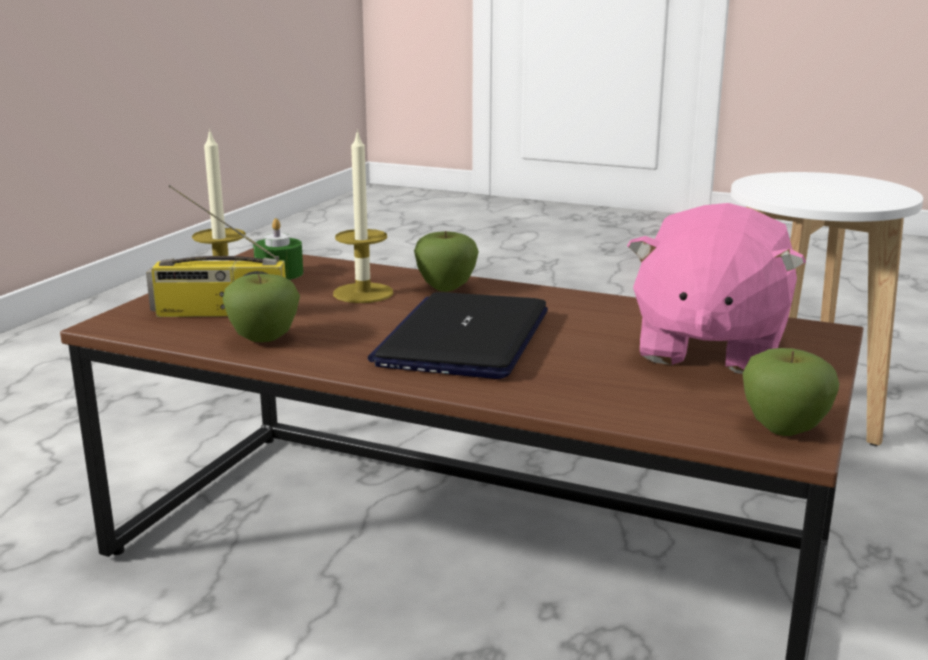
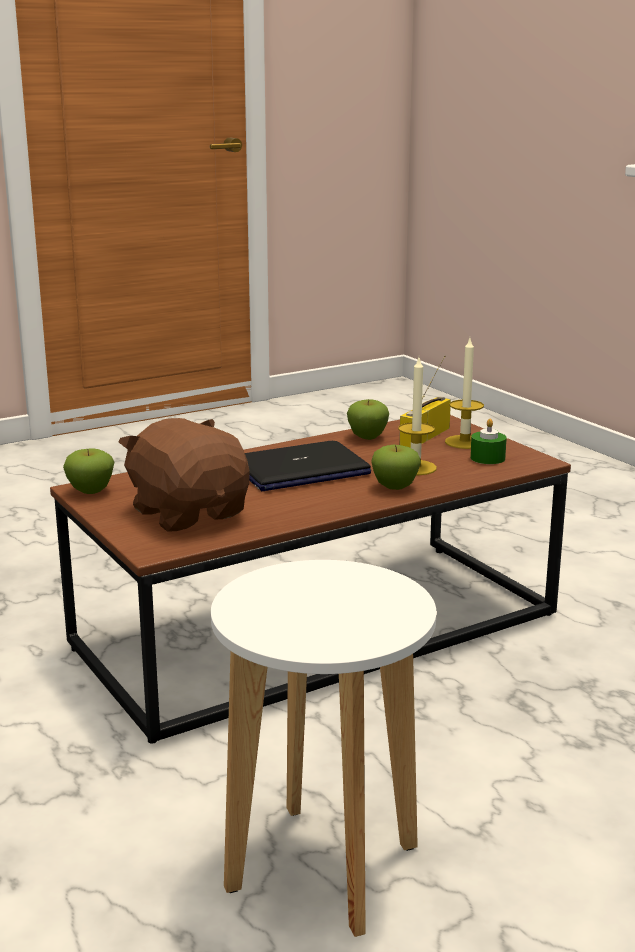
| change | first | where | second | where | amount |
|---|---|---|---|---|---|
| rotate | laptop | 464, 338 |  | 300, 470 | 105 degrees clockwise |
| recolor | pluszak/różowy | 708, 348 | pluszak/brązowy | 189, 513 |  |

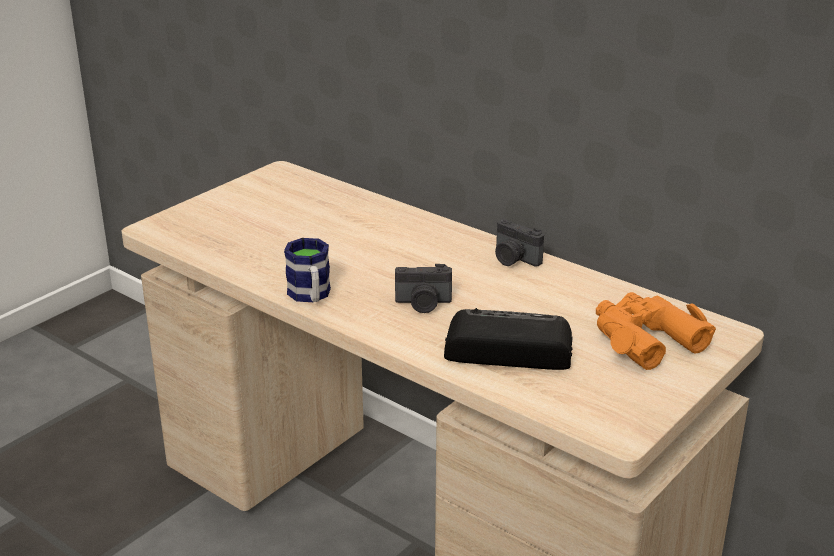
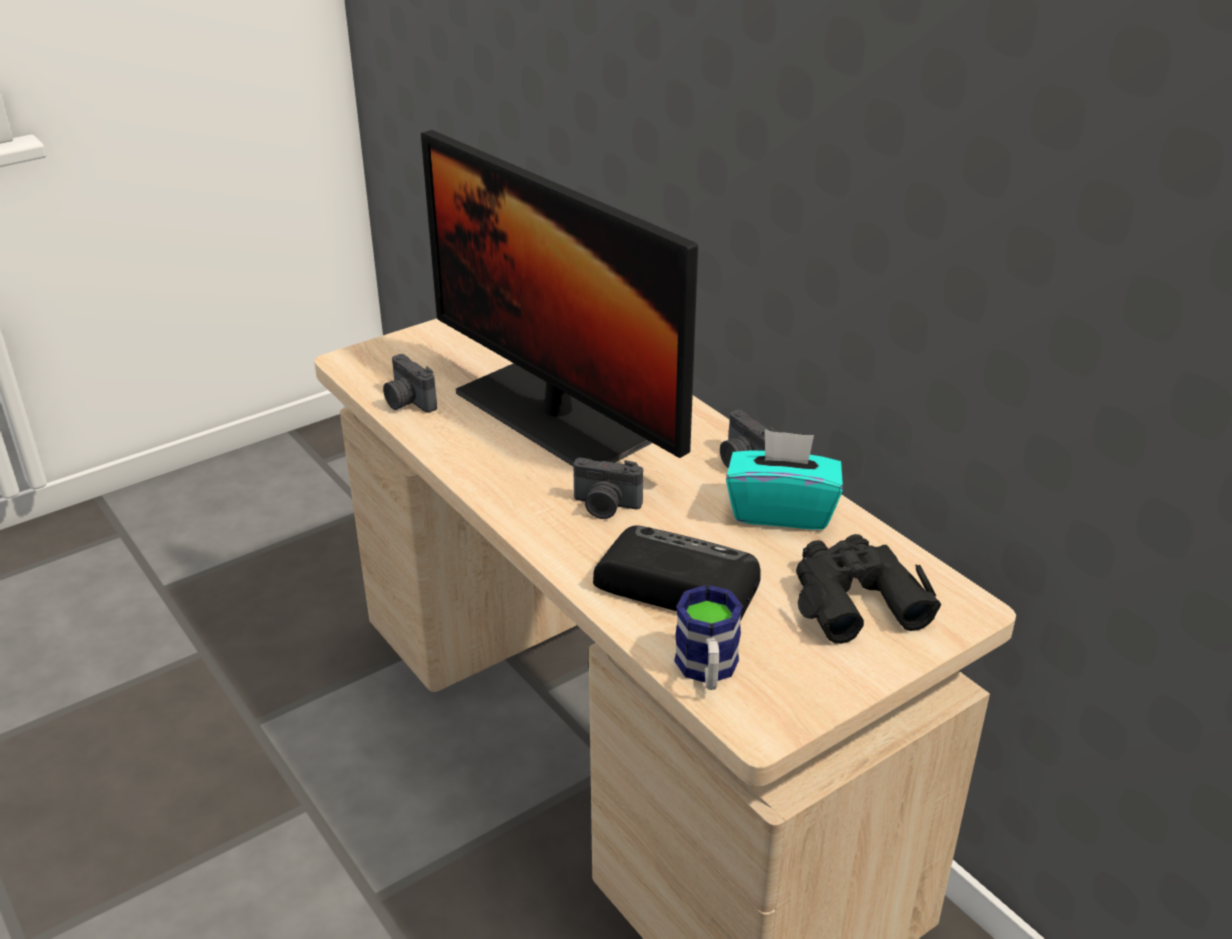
| change | first | where | second | where | amount |
|---|---|---|---|---|---|
| move | kubek | 310, 296 |  | 707, 671 |  |
| recolor | lornetka/pomarańczowy | 645, 338 | lornetka/czarny | 855, 598 |  |
| insert |  |  | aparat fotograficzny | 408, 402 |  |
| insert |  |  | monitor | 554, 415 |  |
| insert |  |  | pudełko chusteczek/turkusowy | 781, 511 |  |

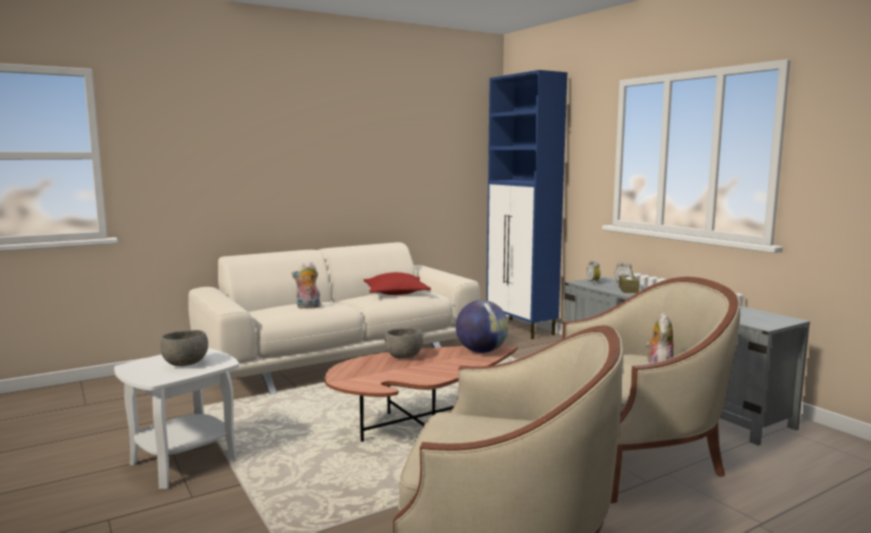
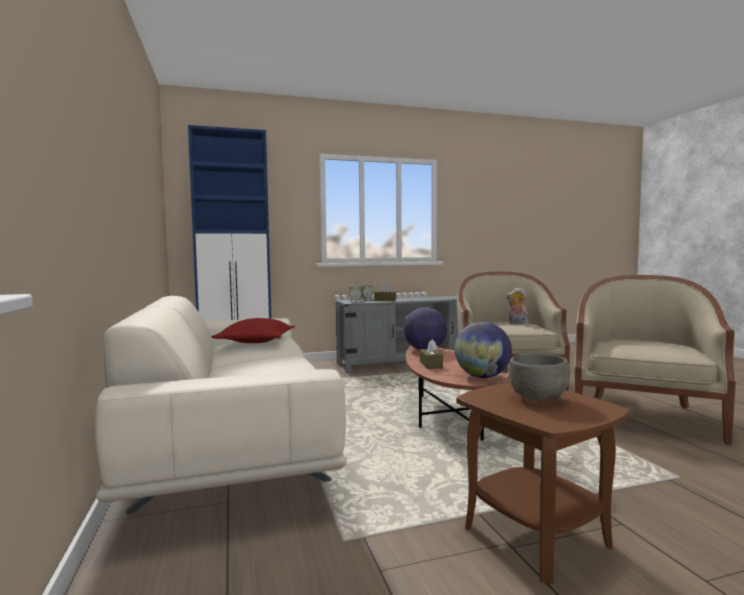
| change | first | where | second | where | amount |
|---|---|---|---|---|---|
| recolor | stolik/biały | 184, 461 | stolik/brązowy | 534, 535 |  |
| delete | pluszak | 308, 307 |  |  |  |
| replace | miska/szary | 404, 357 | pudełko chusteczek/brązowy | 431, 365 |  |
| insert |  |  | globus | 482, 377 |  |

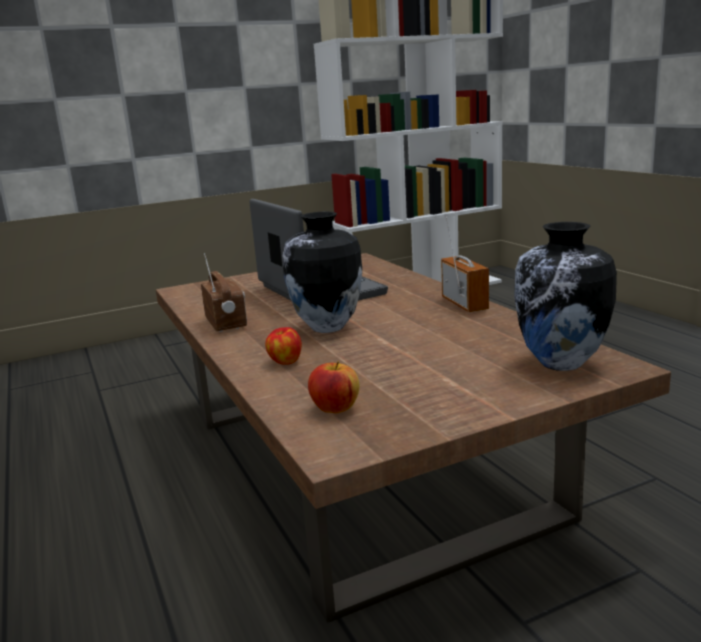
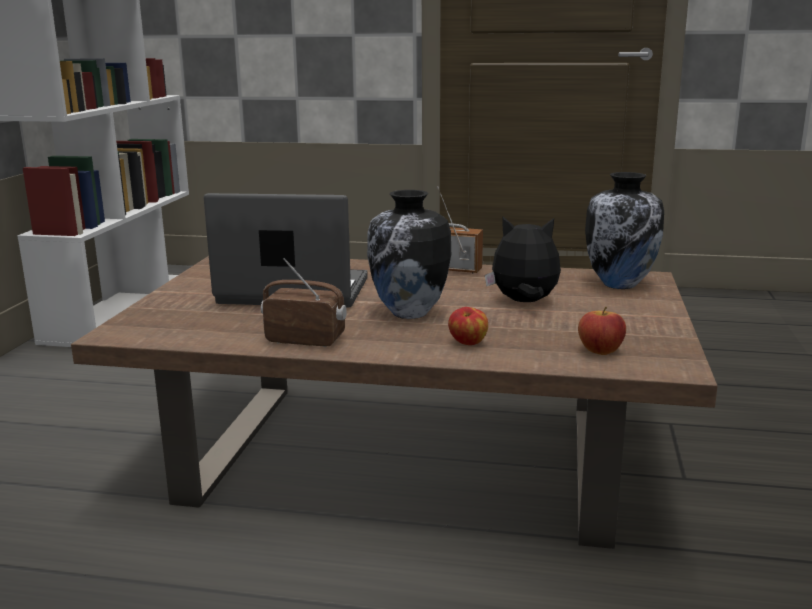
| change | first | where | second | where | amount |
|---|---|---|---|---|---|
| insert |  |  | pluszak | 524, 302 |  |

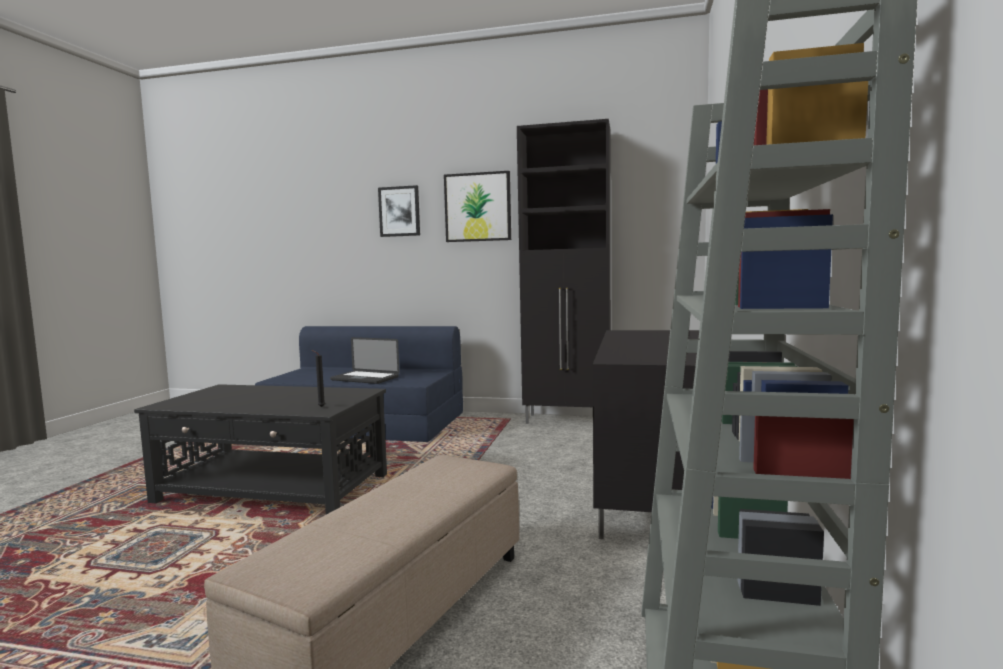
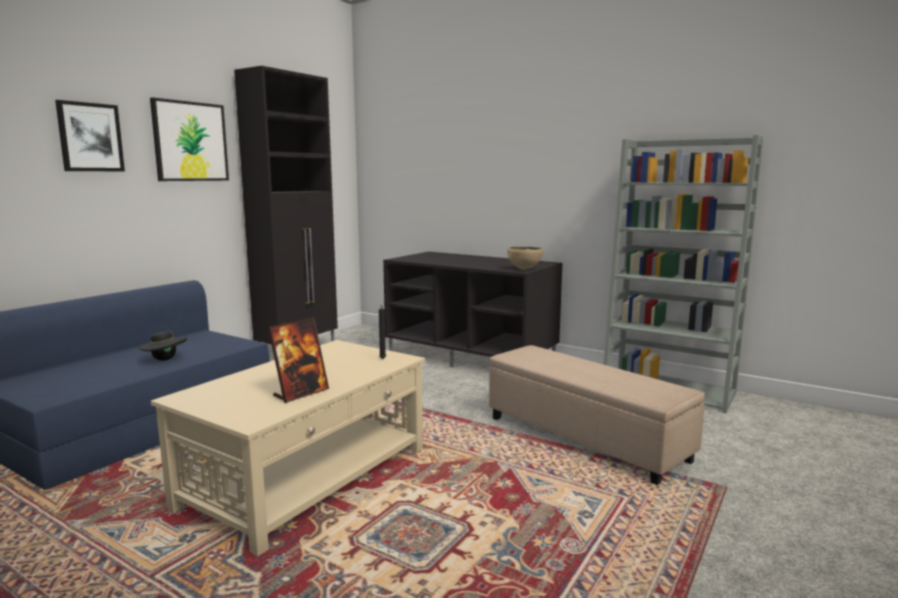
| change | first | where | second | where | amount |
|---|---|---|---|---|---|
| recolor | ława/czarny | 274, 489 | ława/beżowy | 309, 477 |  |
| replace | laptop | 365, 378 | kapelusz/czarny | 165, 359 |  |
| insert |  |  | ramka na zdjęcie | 301, 393 |  |
| insert |  |  | miska/brązowy | 524, 269 |  |

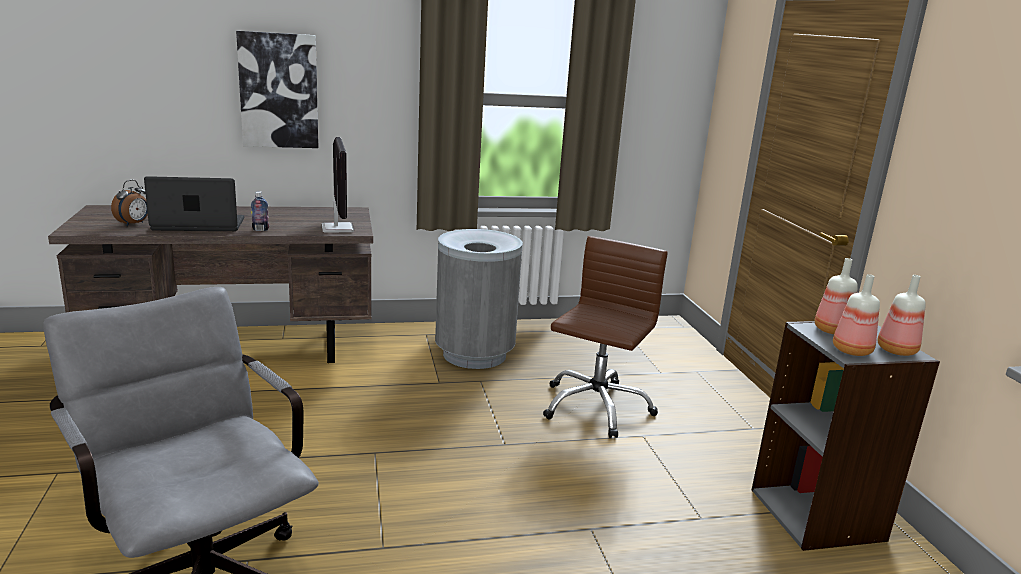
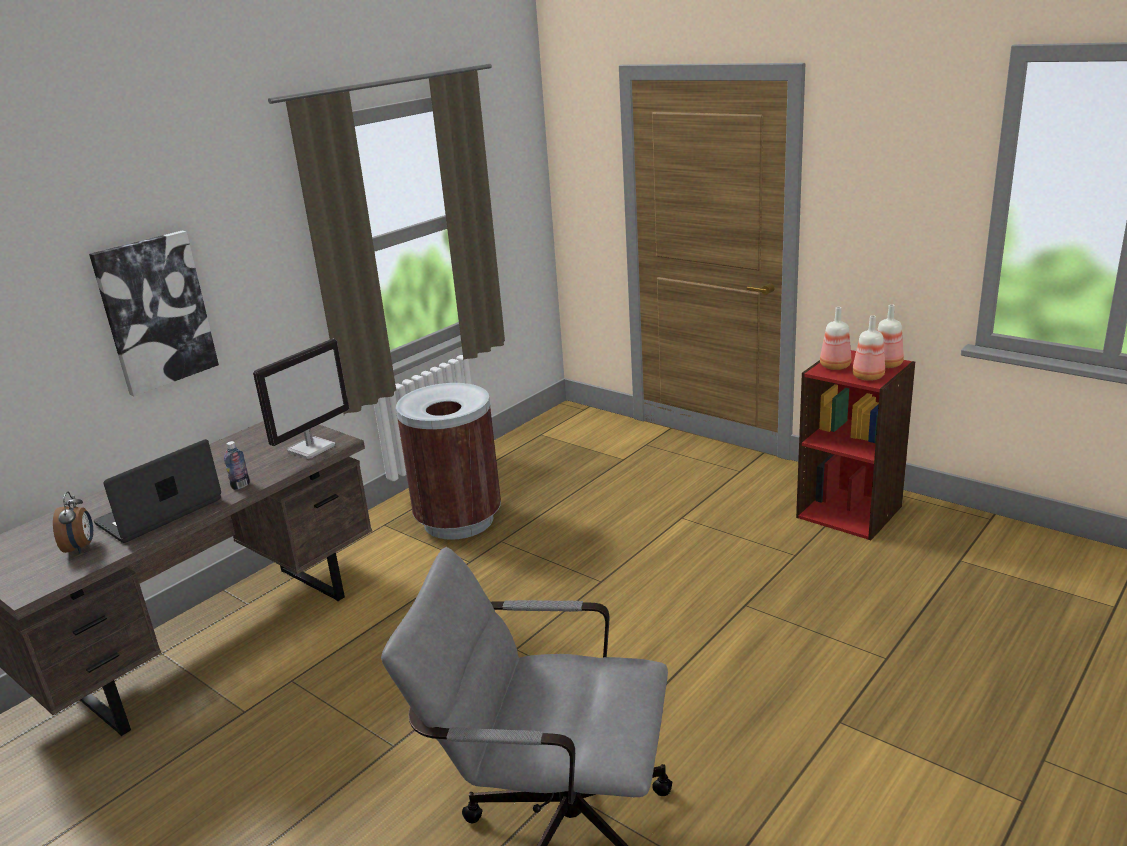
| change | first | where | second | where | amount |
|---|---|---|---|---|---|
| rotate | monitor | 337, 228 |  | 312, 448 | 90 degrees clockwise |
| recolor | kosz na śmieci/szary | 475, 354 | kosz na śmieci/brązowy | 459, 520 |  |
| delete | krzesło biurowe/brązowy | 595, 406 |  |  |  |
| recolor | regał/szary | 818, 514 | regał/czerwony | 849, 511 |  |

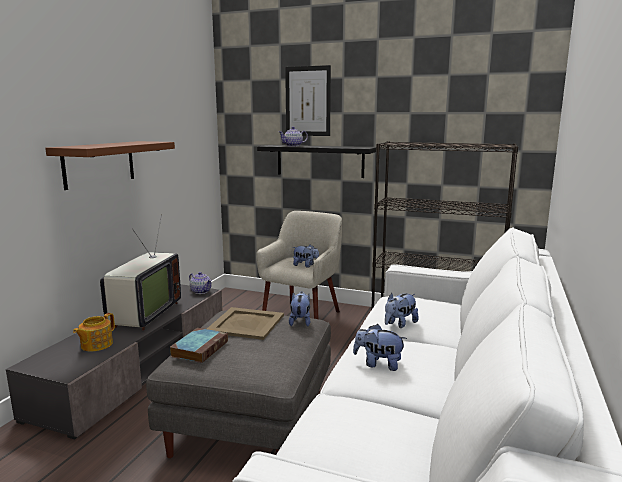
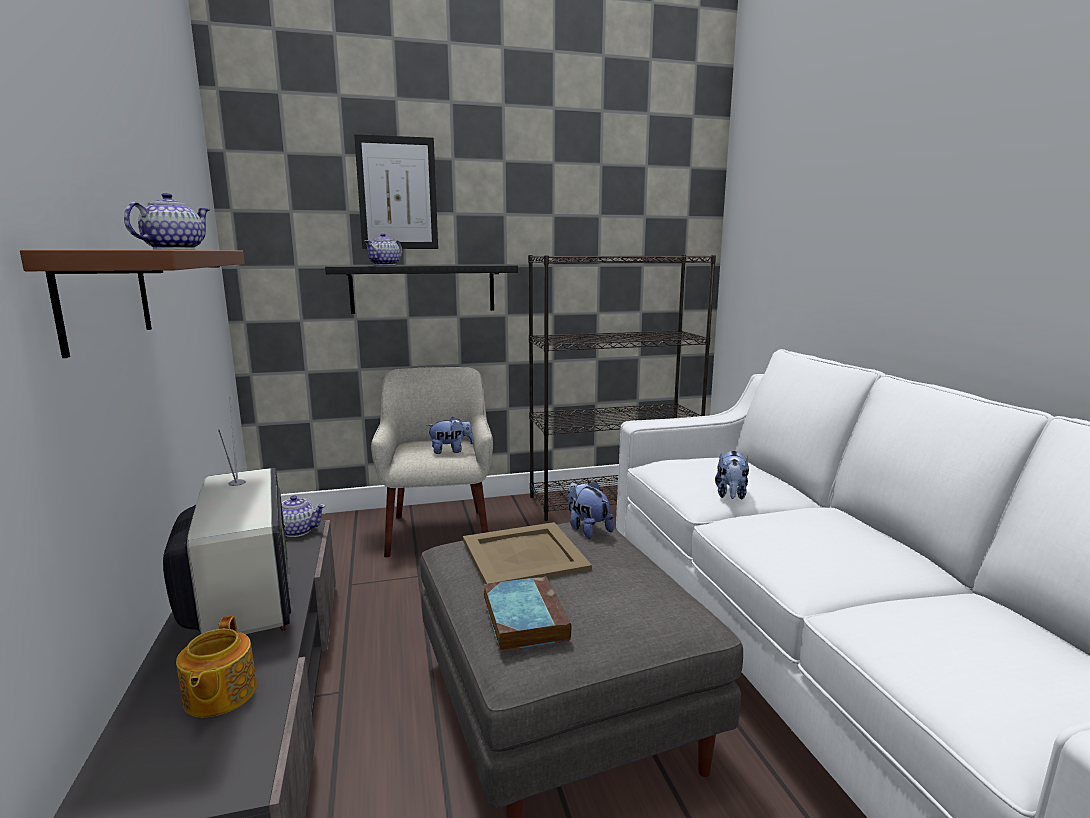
| change | first | where | second | where | amount |
|---|---|---|---|---|---|
| delete | pluszak | 378, 364 |  |  |  |
| insert |  |  | imbryk | 173, 249 |  |

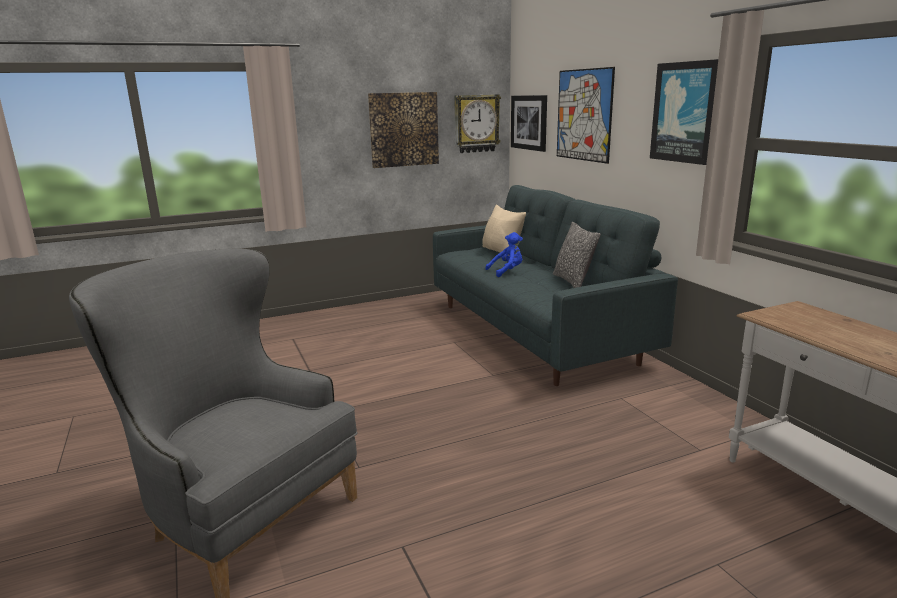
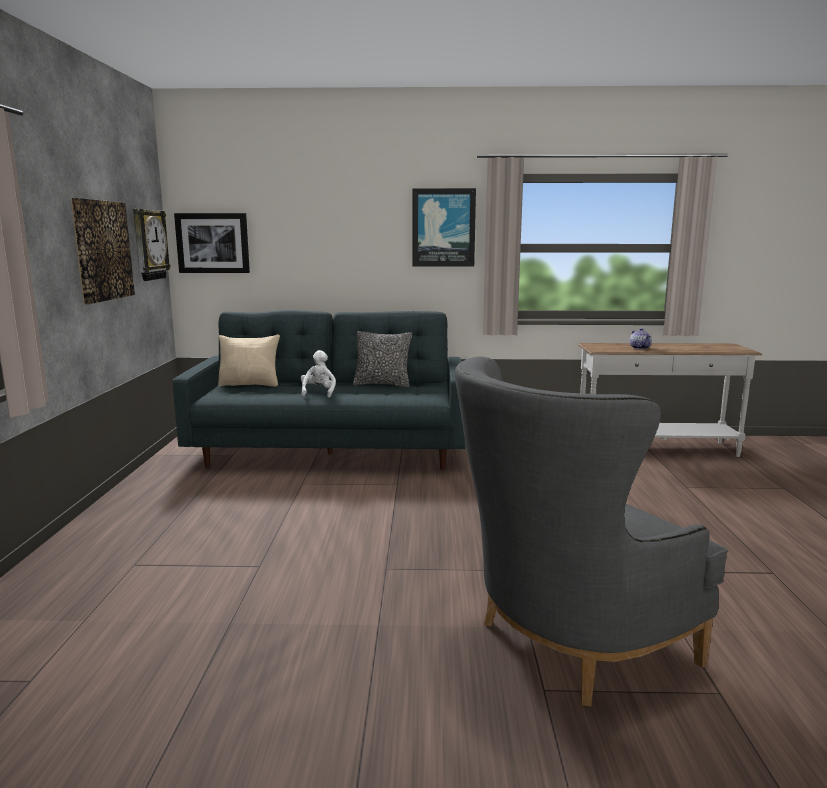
| change | first | where | second | where | amount |
|---|---|---|---|---|---|
| recolor | pluszak/niebieski | 507, 271 | pluszak/biały | 318, 393 |  |
| delete | obraz | 584, 115 |  |  |  |
| insert |  |  | imbryk | 640, 348 |  |

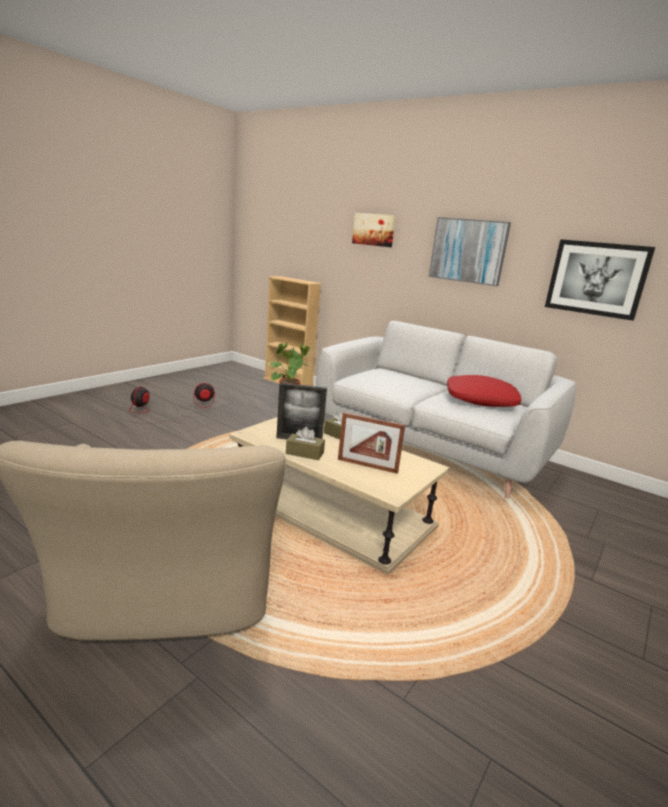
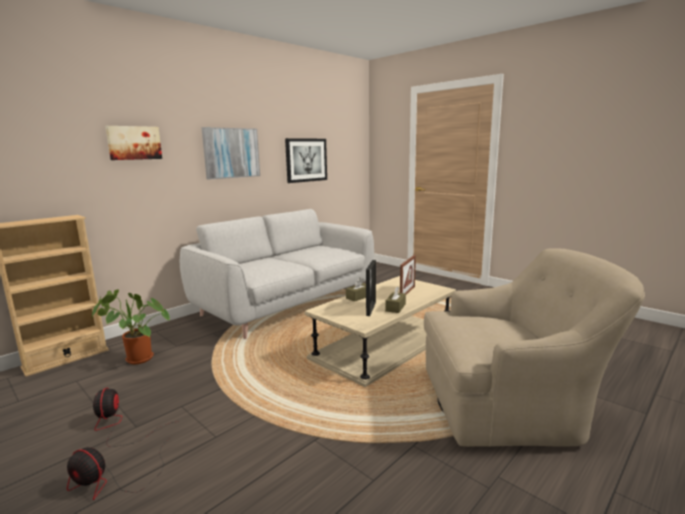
| change | first | where | second | where | amount |
|---|---|---|---|---|---|
| delete | poduszka/czerwony | 480, 400 |  |  |  |

